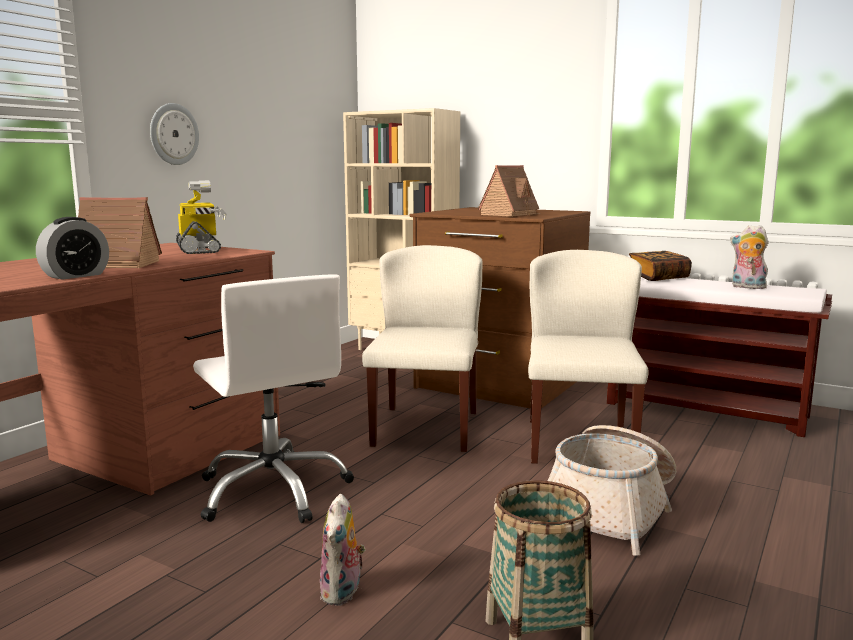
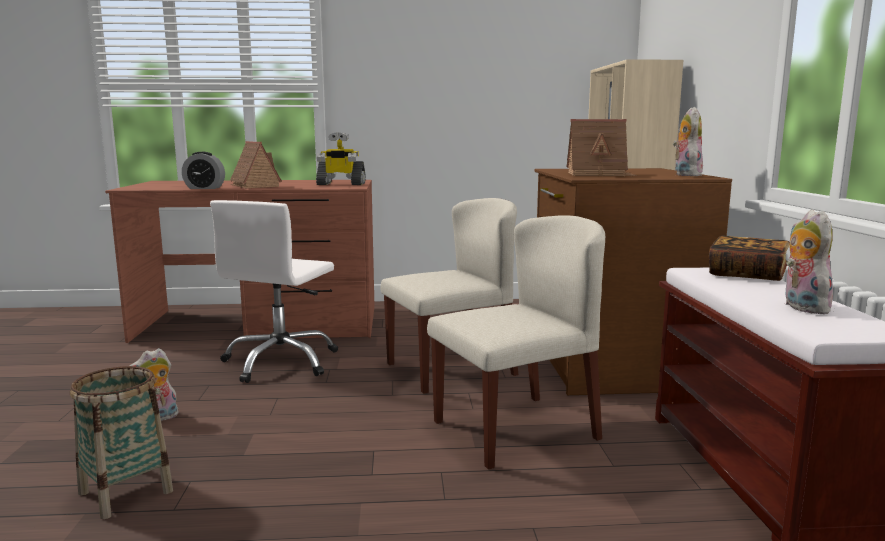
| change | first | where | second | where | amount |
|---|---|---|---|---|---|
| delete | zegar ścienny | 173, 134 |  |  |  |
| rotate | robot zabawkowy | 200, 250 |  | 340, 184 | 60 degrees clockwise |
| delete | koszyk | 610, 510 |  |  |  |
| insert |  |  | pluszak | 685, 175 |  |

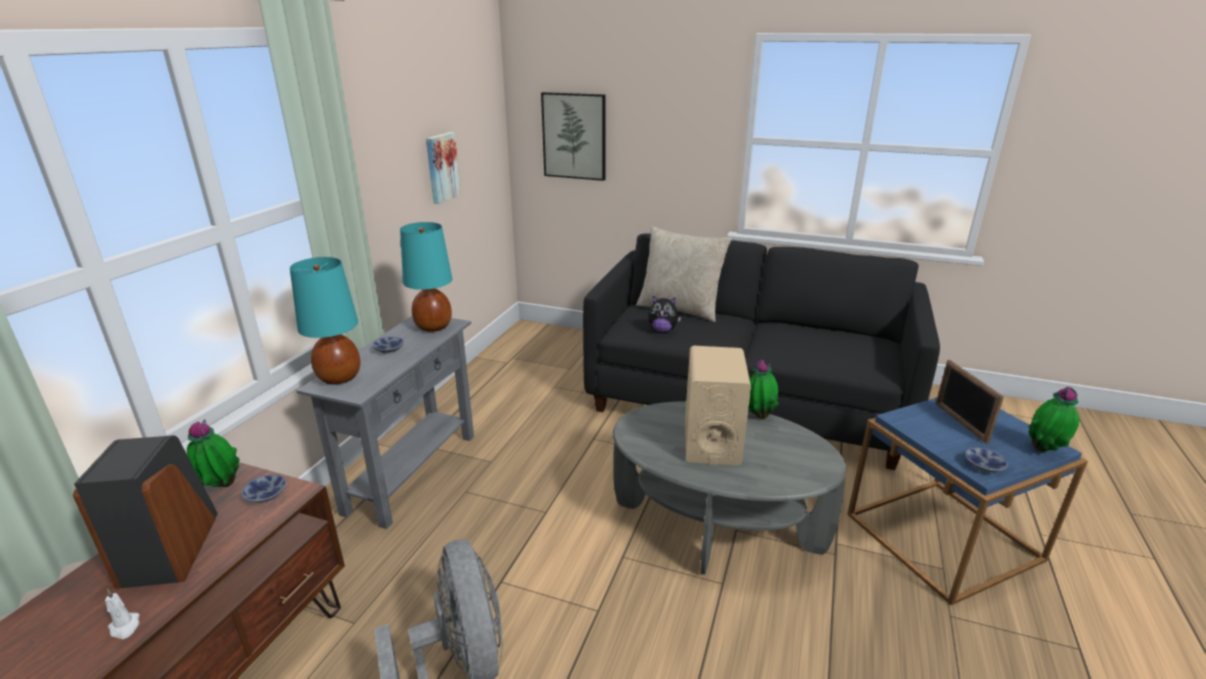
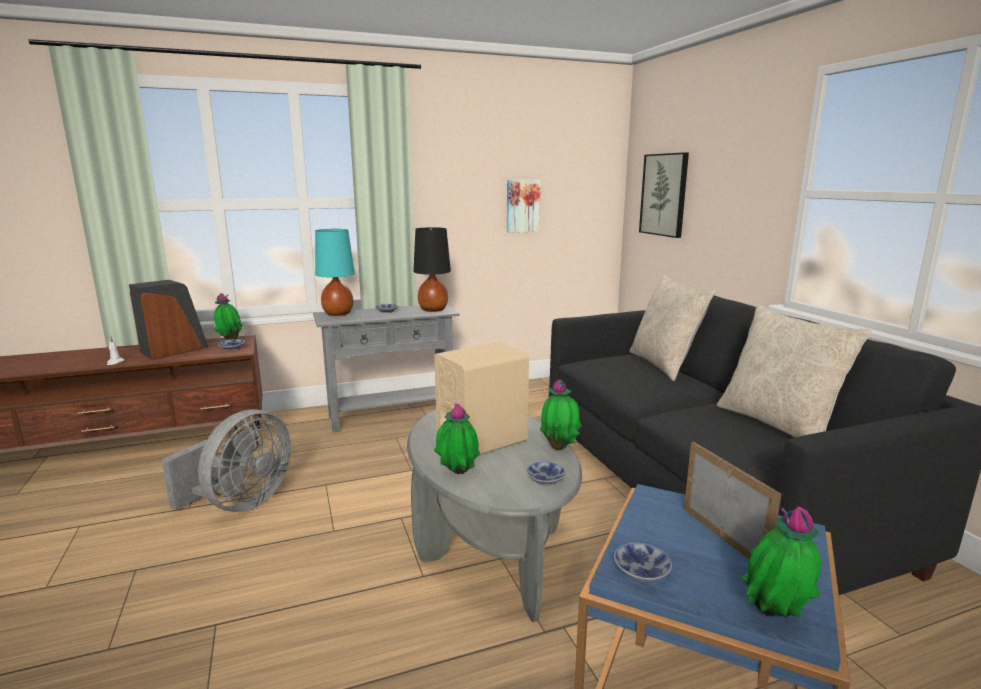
| change | first | where | second | where | amount |
|---|---|---|---|---|---|
| recolor | lampa stołowa/turkusowy | 433, 327 | lampa stołowa/czarny | 433, 310 |  |
| delete | pluszak | 662, 330 |  |  |  |
| rotate | ramka na zdjęcie | 960, 422 |  | 723, 537 | 120 degrees clockwise |
| insert |  |  | roślina doniczkowa | 457, 475 |  |
| insert |  |  | miska | 544, 479 |  |
| insert |  |  | poduszka/beżowy | 778, 424 |  |

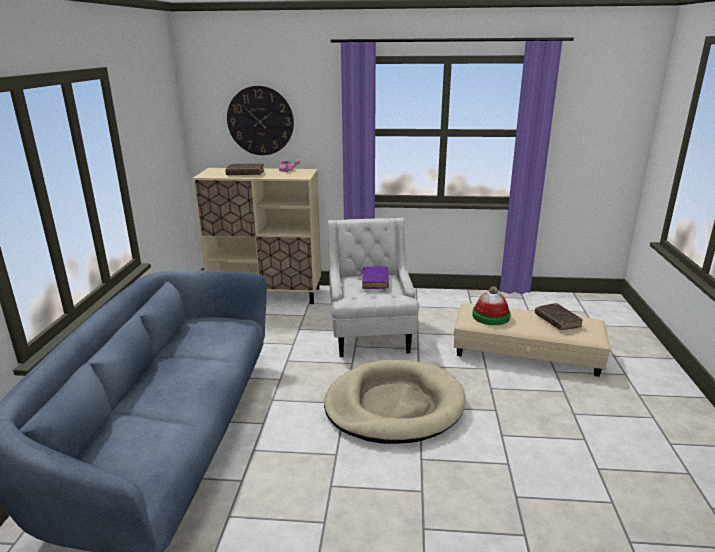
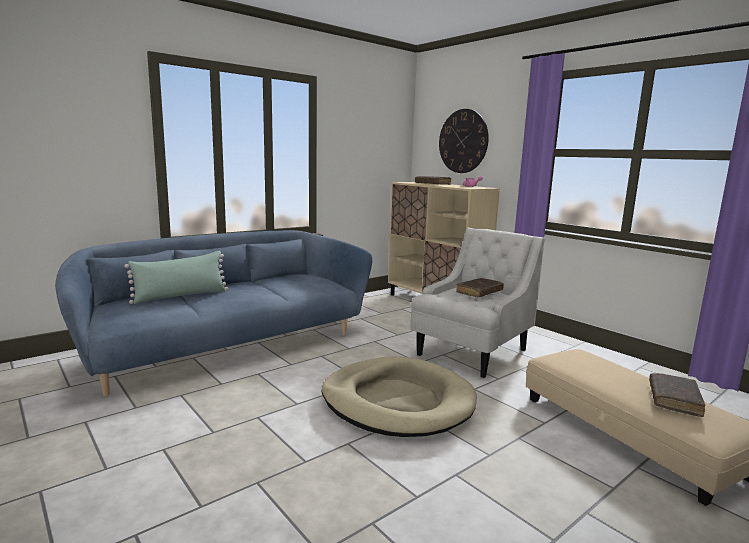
| change | first | where | second | where | amount |
|---|---|---|---|---|---|
| recolor | książka/fioletowy | 375, 282 | książka/brązowy | 479, 292 |  |
| delete | kapelusz | 490, 316 |  |  |  |
| insert |  |  | poduszka/zielony | 181, 296 |  |

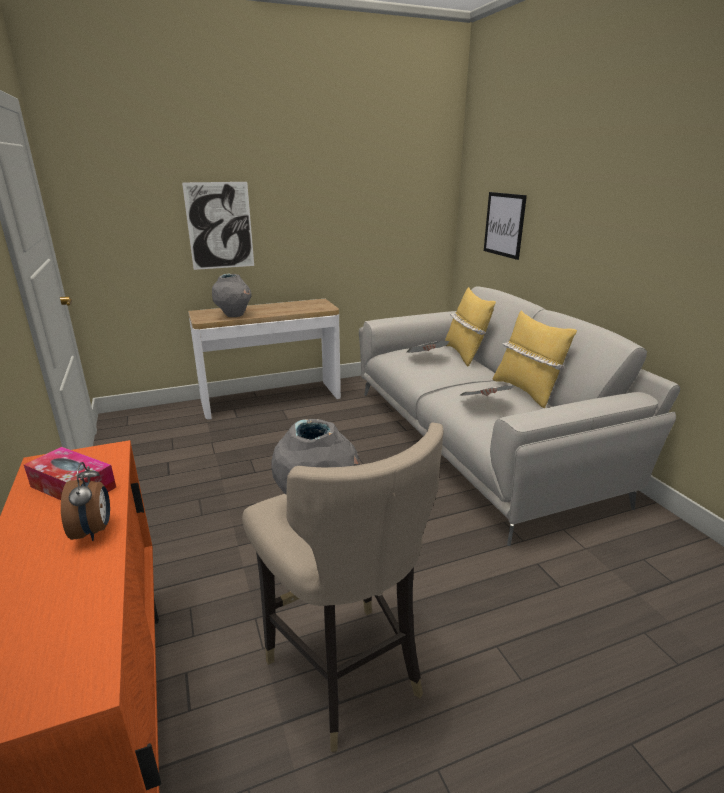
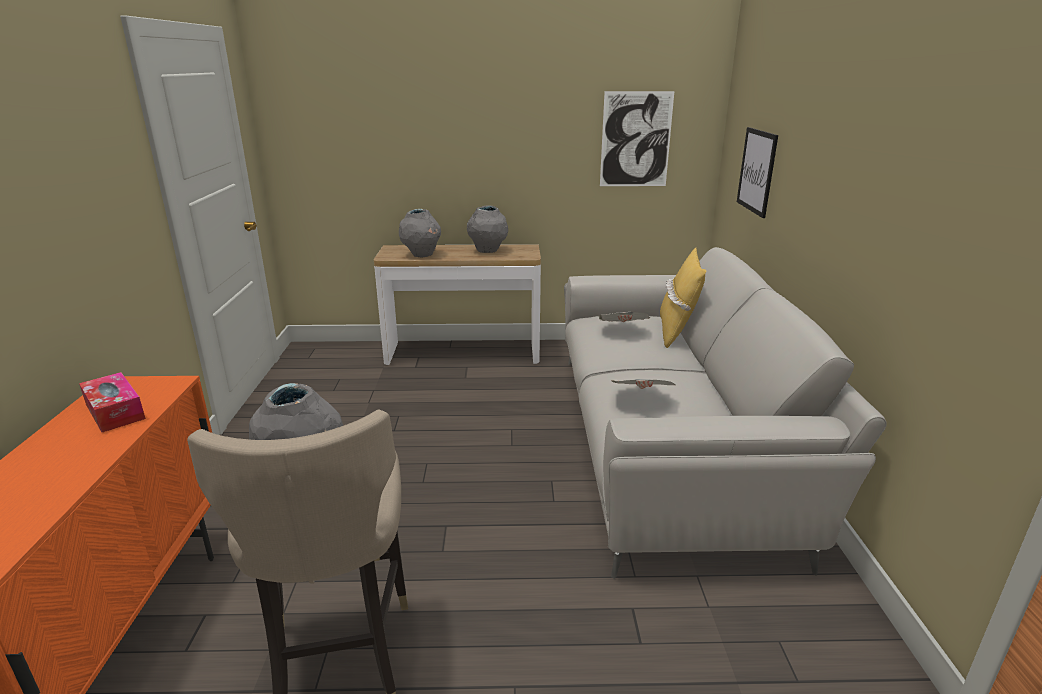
| change | first | where | second | where | amount |
|---|---|---|---|---|---|
| delete | budzik | 94, 531 |  |  |  |
| move | obraz | 220, 226 |  | 636, 140 |  |
| delete | poduszka/żółty | 526, 391 |  |  |  |
| insert |  |  | wazon/szary | 488, 251 |  |

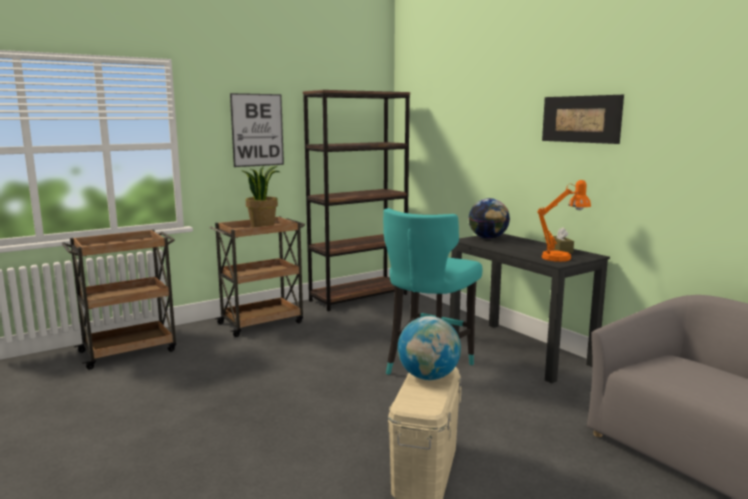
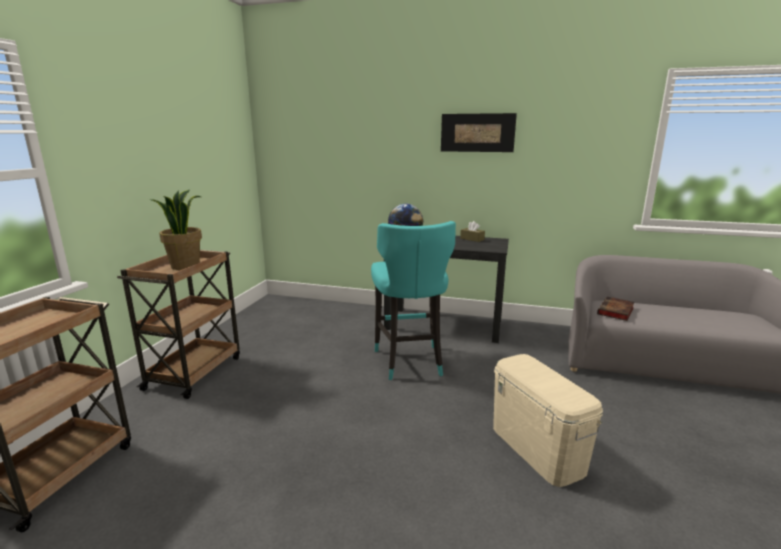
| change | first | where | second | where | amount |
|---|---|---|---|---|---|
| delete | obraz | 257, 130 |  |  |  |
| delete | regał/brązowy | 359, 297 |  |  |  |
| delete | globus | 428, 377 |  |  |  |
| delete | lampa stołowa/pomarańczowy | 561, 258 |  |  |  |
| insert |  |  | książka | 616, 311 |  |

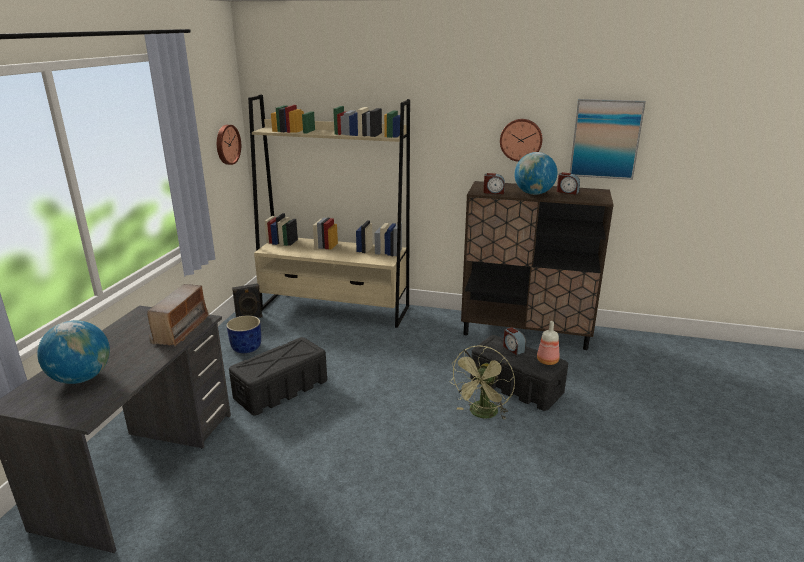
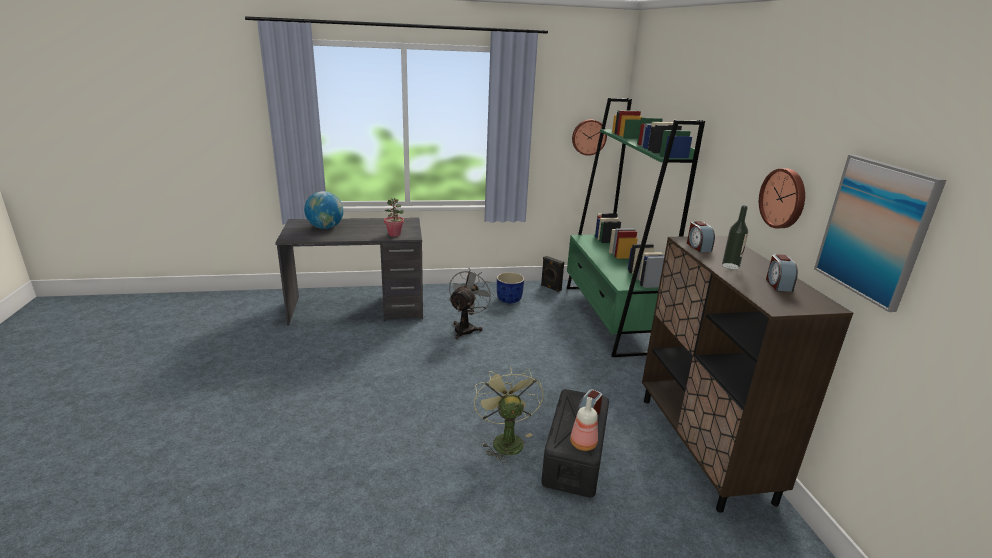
| change | first | where | second | where | amount |
|---|---|---|---|---|---|
| replace | radio | 181, 329 | roślina doniczkowa | 394, 234 |  |
| replace | pojemnik do przechowywania/czarny | 280, 390 | wentylator/szary | 466, 328 |  |
| recolor | regał/beżowy | 335, 309 | regał/zielony | 608, 318 |  |
| rotate | wentylator/zielony | 482, 414 |  | 505, 440 | 75 degrees clockwise |
| replace | globus | 533, 193 | butelka | 730, 266 |  |

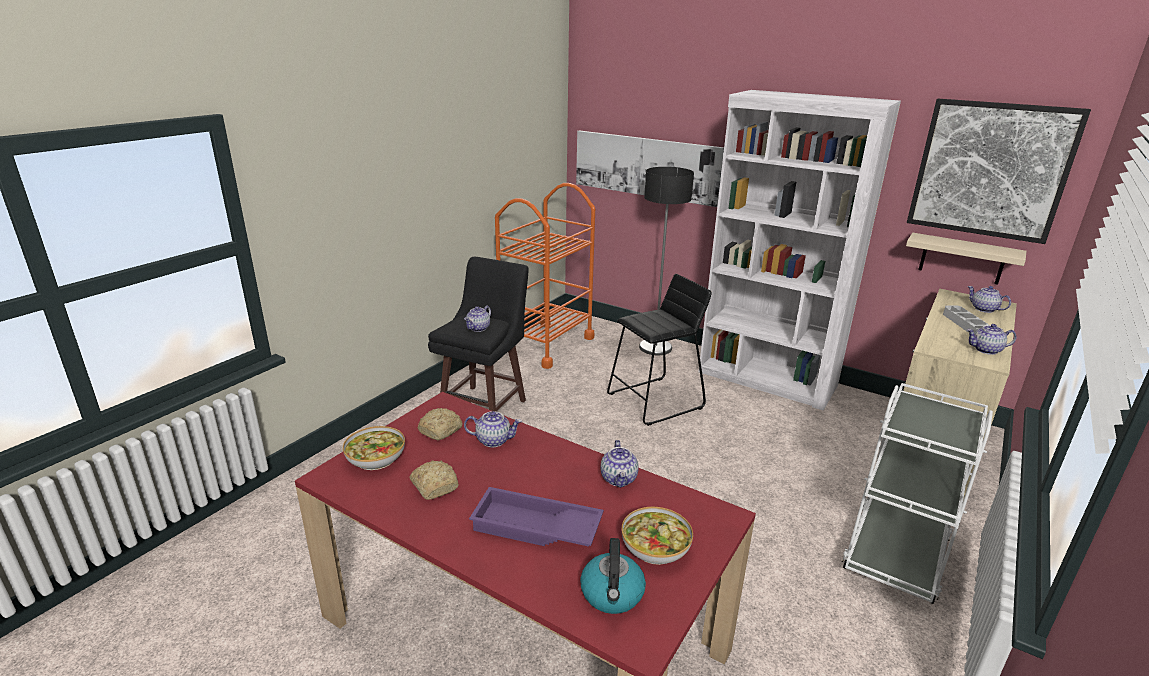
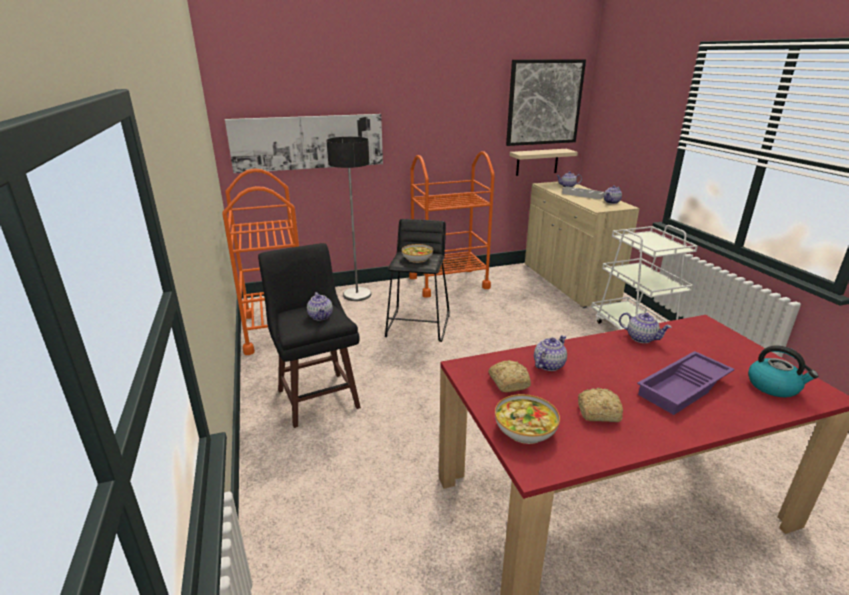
| change | first | where | second | where | amount |
|---|---|---|---|---|---|
| move | miska | 655, 547 |  | 417, 258 |  |
| replace | regał/biały | 767, 379 | wózek/pomarańczowy | 448, 282 |  |

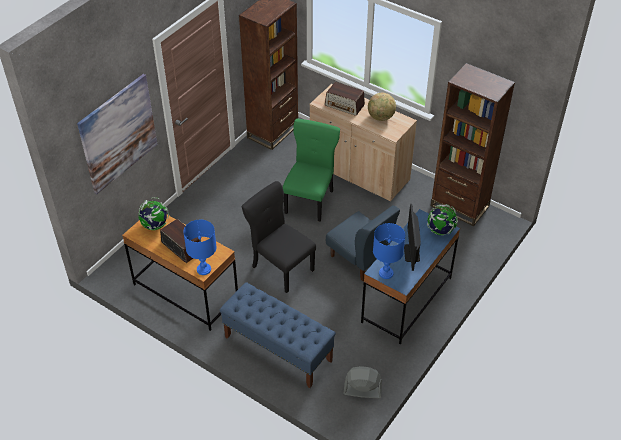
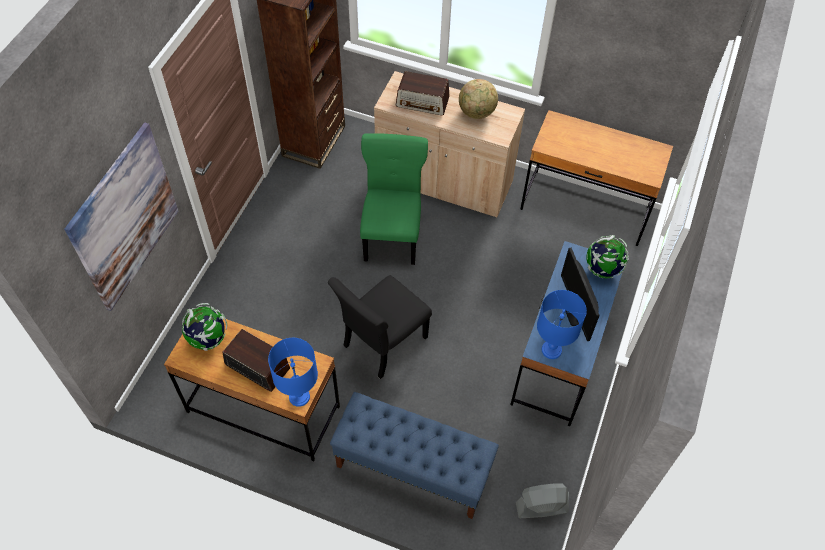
| change | first | where | second | where | amount |
|---|---|---|---|---|---|
| rotate | krzesło/czarny | 281, 267 |  | 382, 343 | 75 degrees counterclockwise |
| delete | krzesło/niebieski | 360, 258 |  |  |  |
| replace | regał/brązowy | 459, 206 | biurko/brązowy | 585, 207 |  |

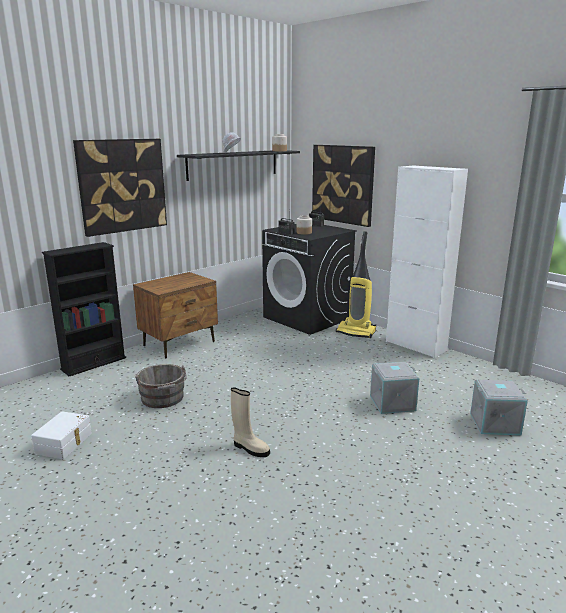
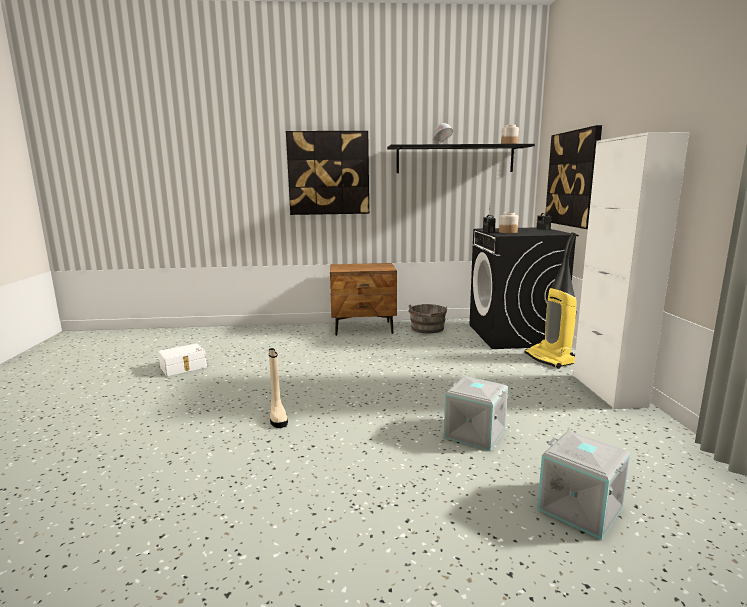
| change | first | where | second | where | amount |
|---|---|---|---|---|---|
| delete | regał/czarny | 94, 363 |  |  |  |
| move | wiadro/szary | 163, 399 |  | 427, 329 |  |

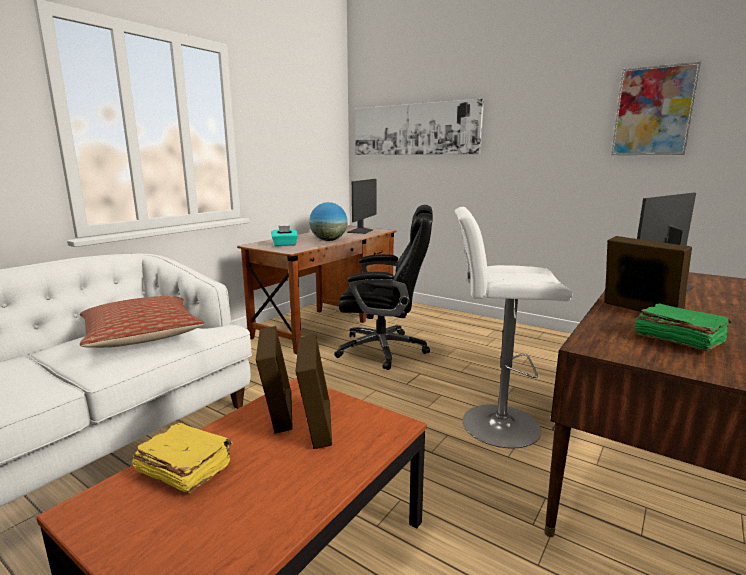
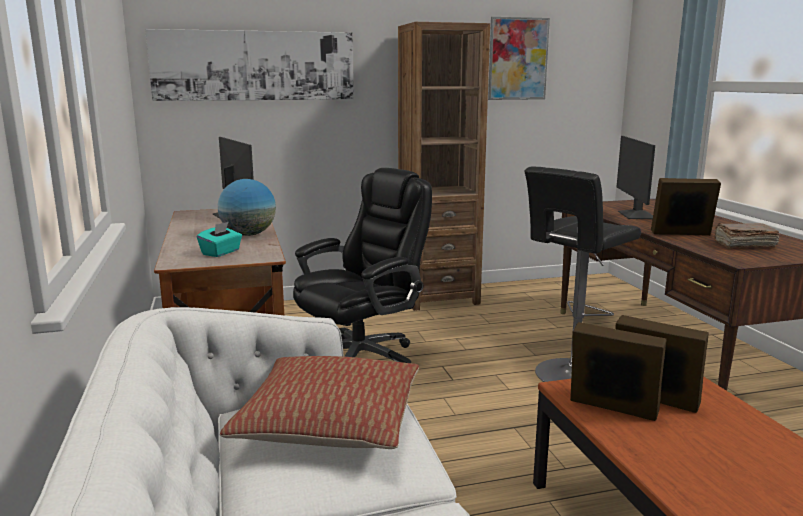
| change | first | where | second | where | amount |
|---|---|---|---|---|---|
| delete | książka/żółty | 184, 469 |  |  |  |
| recolor | stołek/biały | 494, 424 | stołek/czarny | 570, 376 |  |
| recolor | książka/zielony | 677, 339 | książka/brązowy | 743, 245 |  |
| insert |  |  | regał/brązowy | 438, 298 |  |

